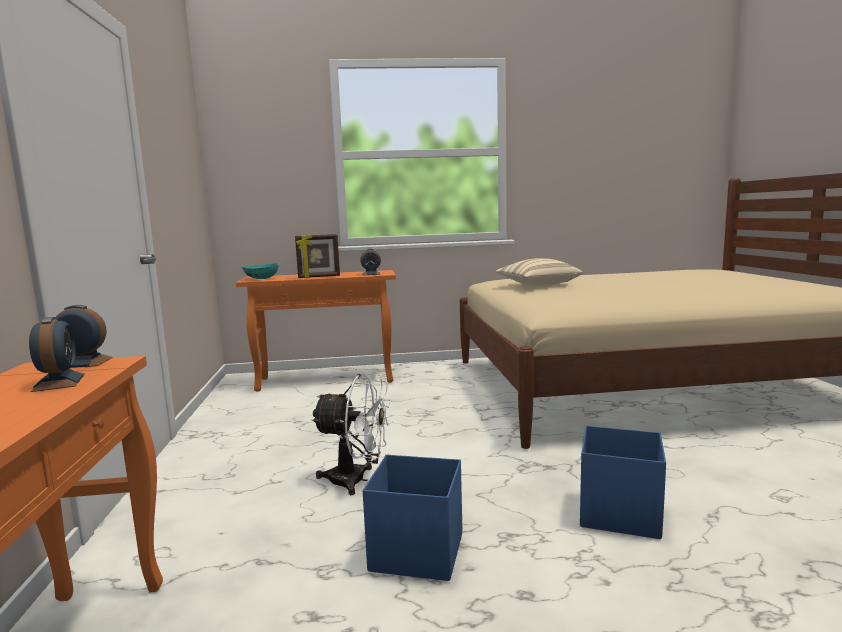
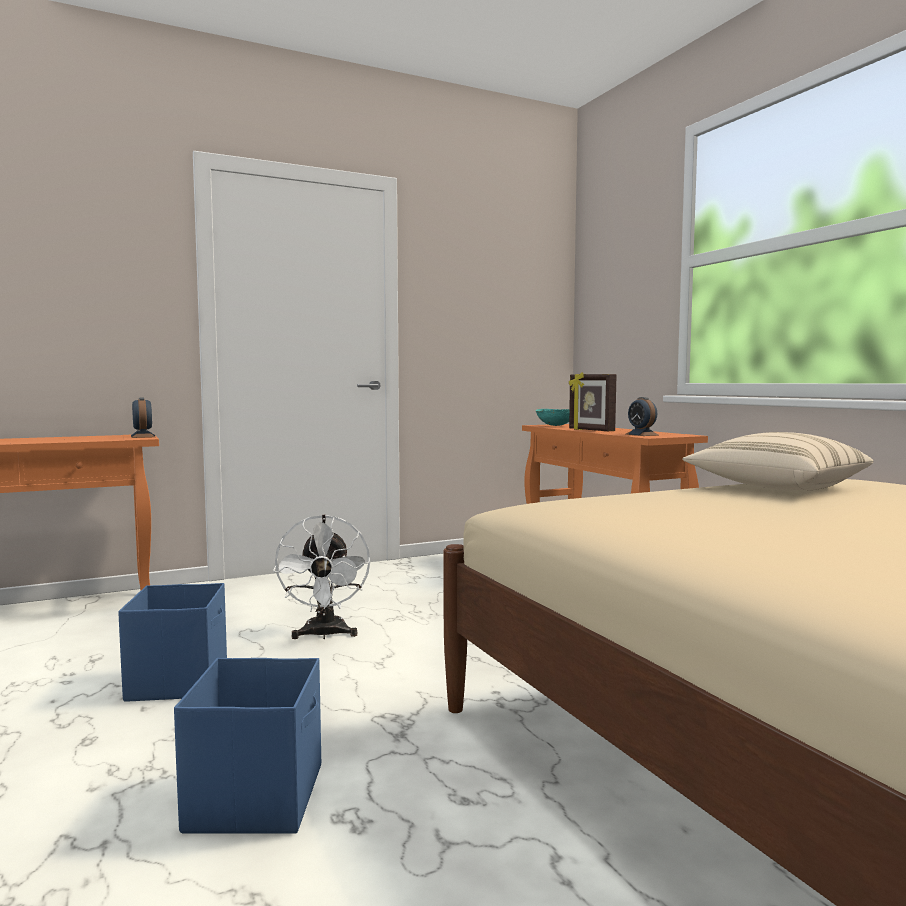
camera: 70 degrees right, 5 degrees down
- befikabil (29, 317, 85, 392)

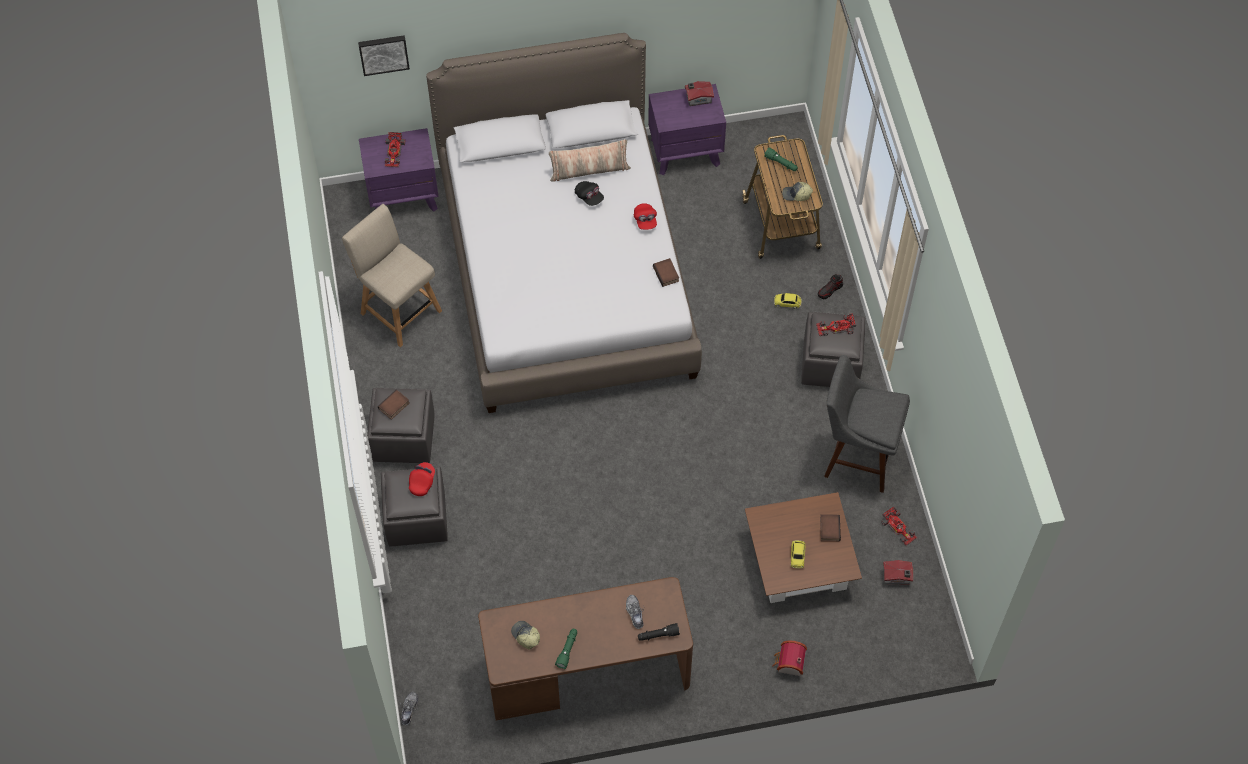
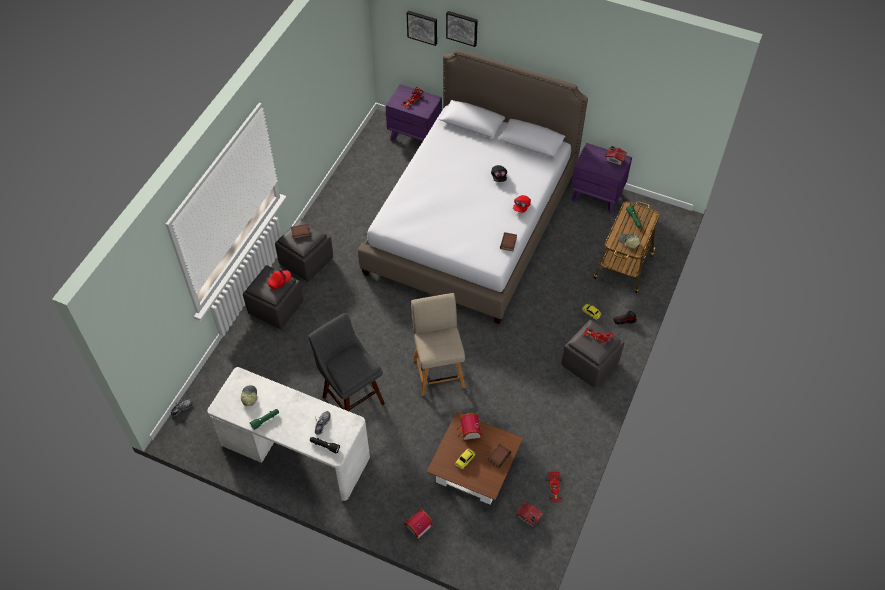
camera: 35 degrees right, 5 degrees down
- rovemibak (549, 139, 631, 182)
~ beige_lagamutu (342, 204, 442, 347) to (411, 293, 465, 396)
~ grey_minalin (824, 355, 910, 493) to (308, 313, 385, 412)
~ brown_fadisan (478, 577, 693, 720) to white_fadisan (207, 367, 370, 501)
+ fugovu (446, 11, 478, 47)
+ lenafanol (457, 413, 482, 440)

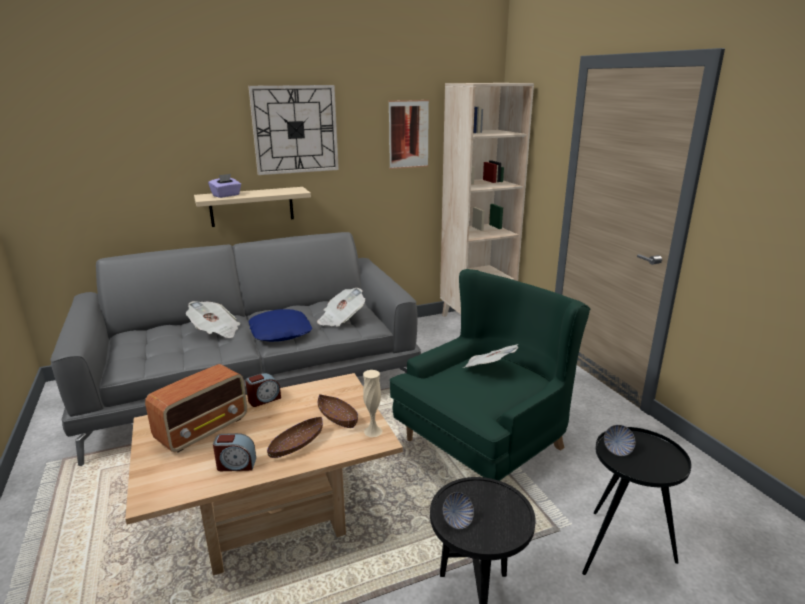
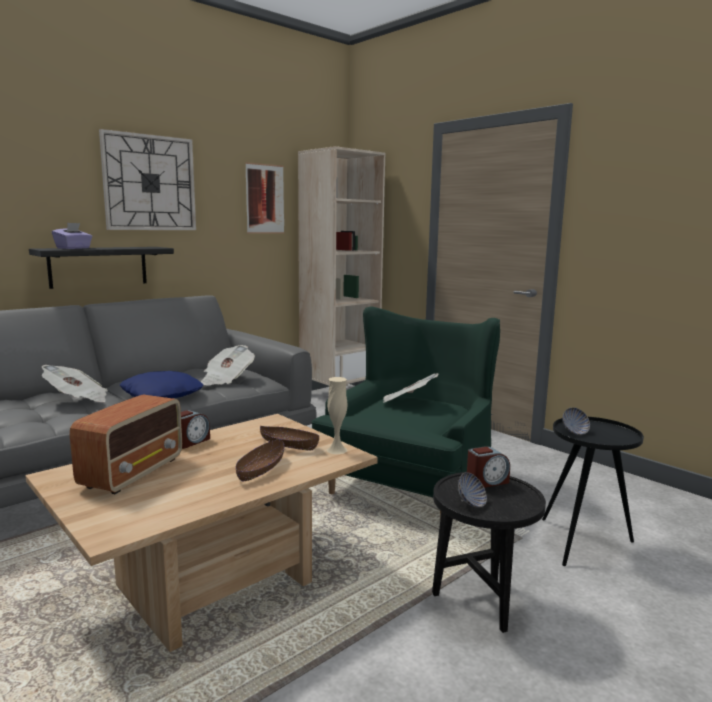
camera: 20 degrees left, 10 degrees down
~ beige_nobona (194, 187, 311, 227) to black_nobona (29, 247, 174, 289)
~ befikabil (213, 433, 256, 471) to (467, 446, 510, 488)

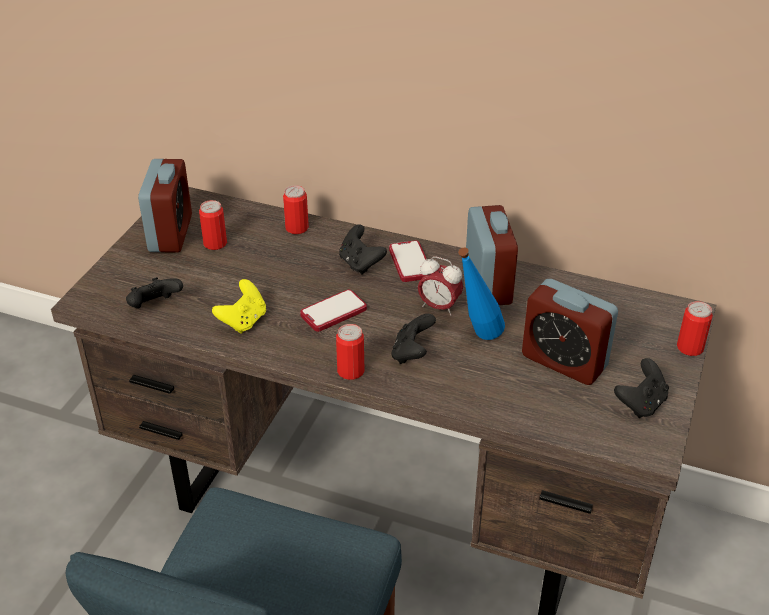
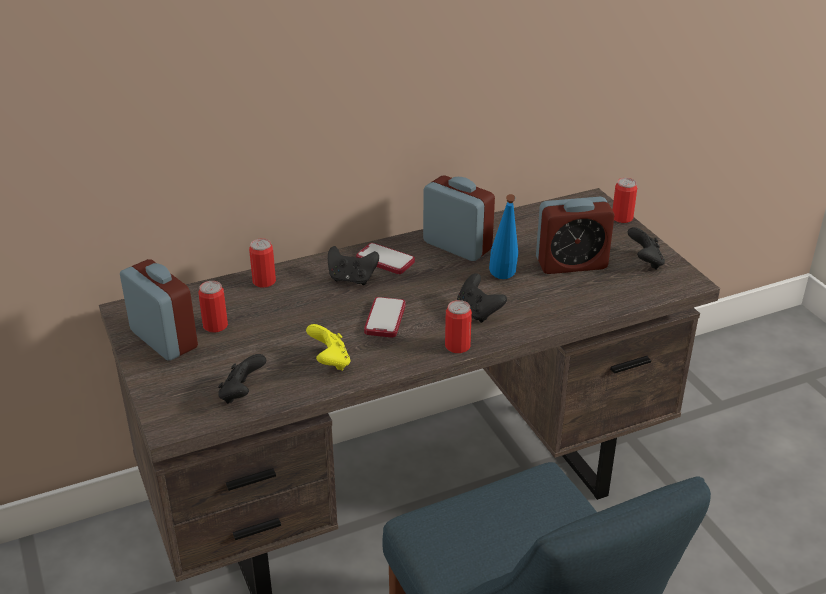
camera: 45 degrees left, 5 degrees down
- befikabil (418, 256, 463, 316)

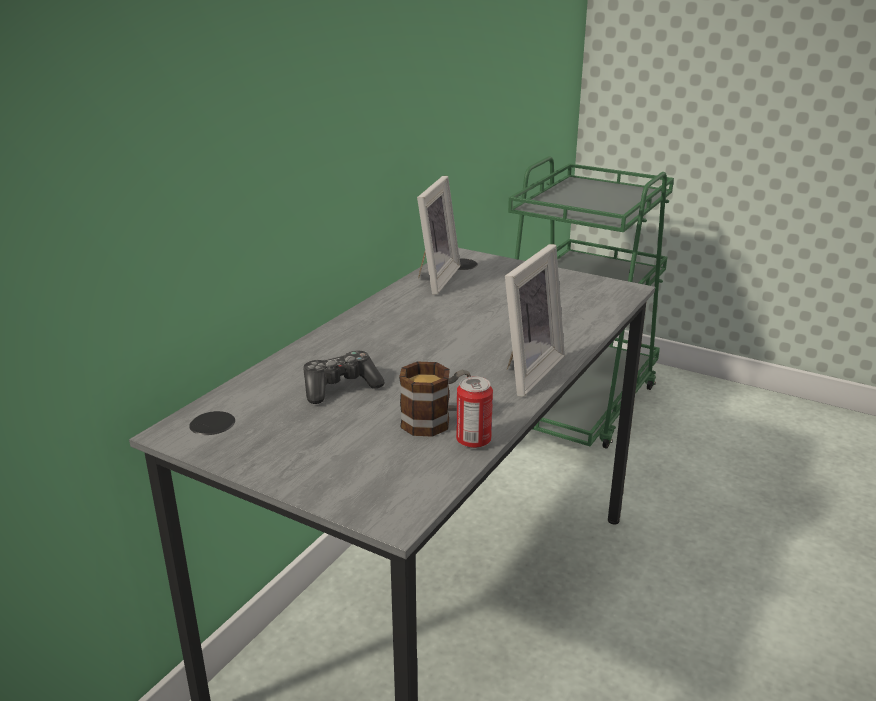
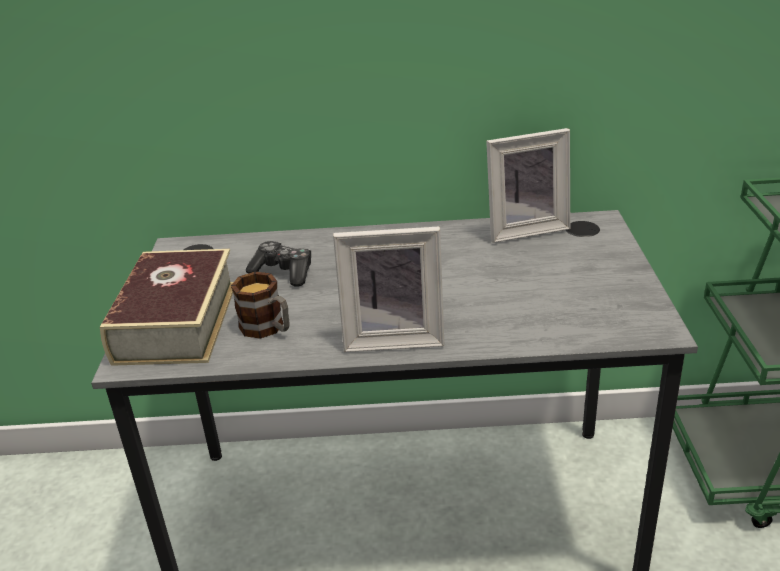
camera: 60 degrees right, 5 degrees up
- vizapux (456, 376, 493, 448)
+ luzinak (100, 249, 233, 366)

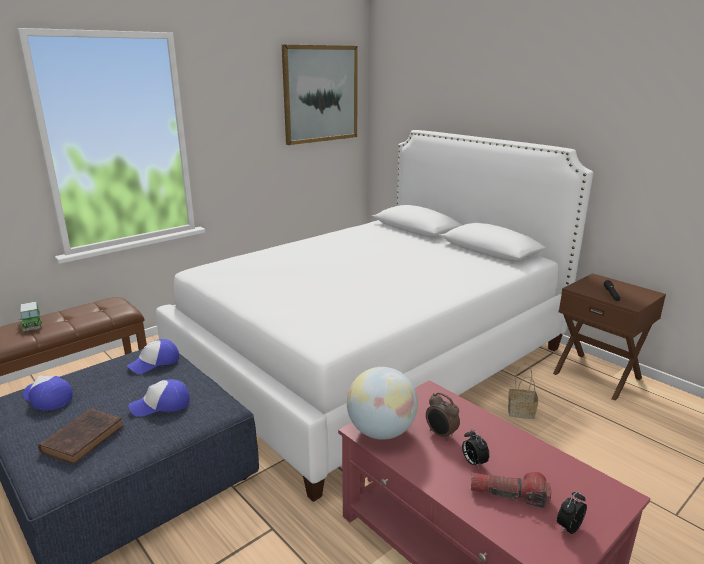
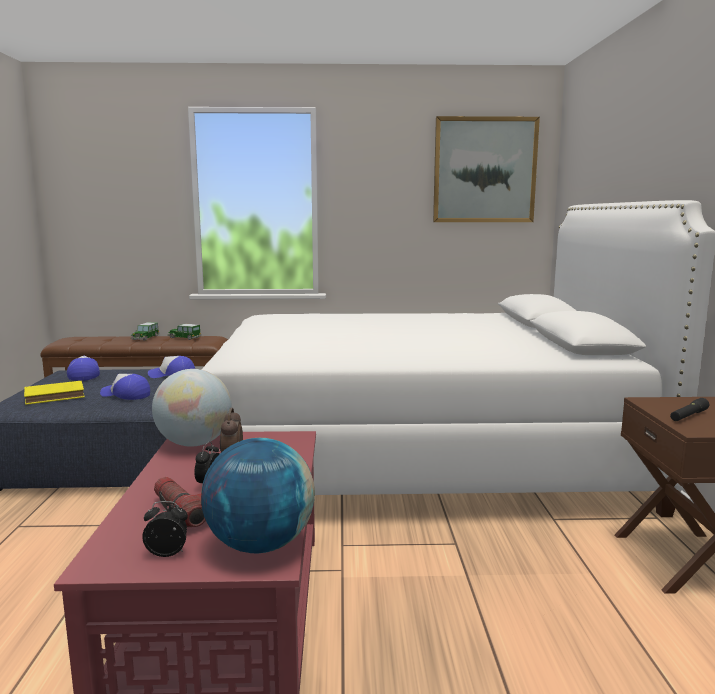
camera: 40 degrees right, 10 degrees down
- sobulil (508, 363, 538, 419)
~ brown_luzinak (38, 408, 124, 465) to yellow_luzinak (24, 381, 85, 405)
+ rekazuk (167, 324, 201, 340)
+ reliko (201, 438, 315, 553)

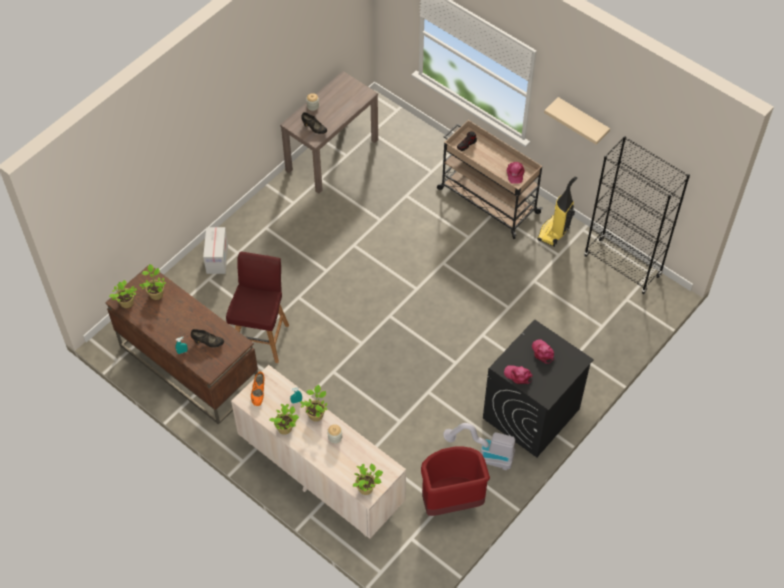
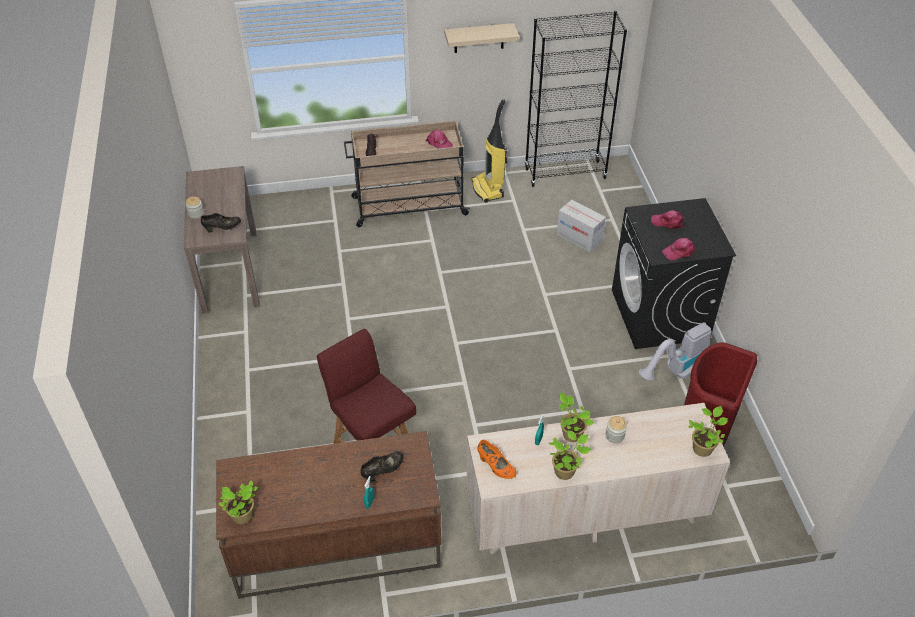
camera: 50 degrees left, 10 degrees down
~ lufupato (203, 227, 228, 274) to (557, 200, 606, 252)
- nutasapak (139, 264, 166, 300)

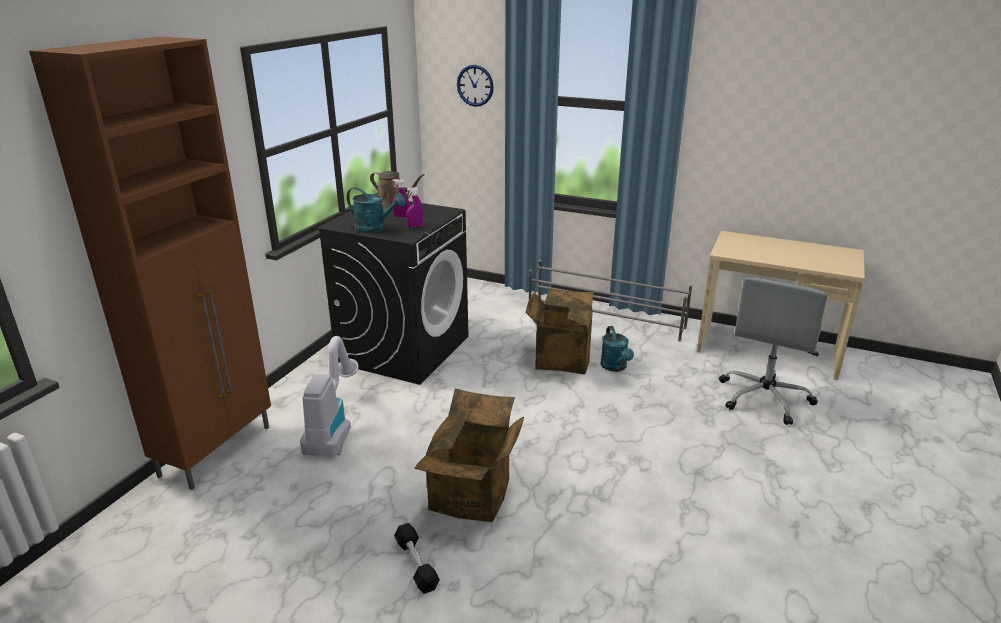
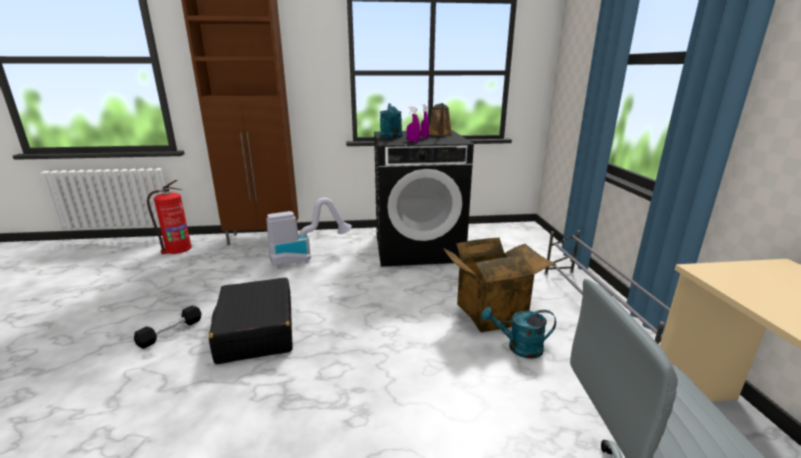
camera: 60 degrees right, 5 degrees down
- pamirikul (457, 65, 494, 107)
~ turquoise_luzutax (601, 326, 634, 372) = (481, 307, 556, 359) 45 degrees clockwise
~ lufupato (414, 388, 524, 522) to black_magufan (209, 278, 293, 364)
+ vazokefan (147, 180, 192, 254)

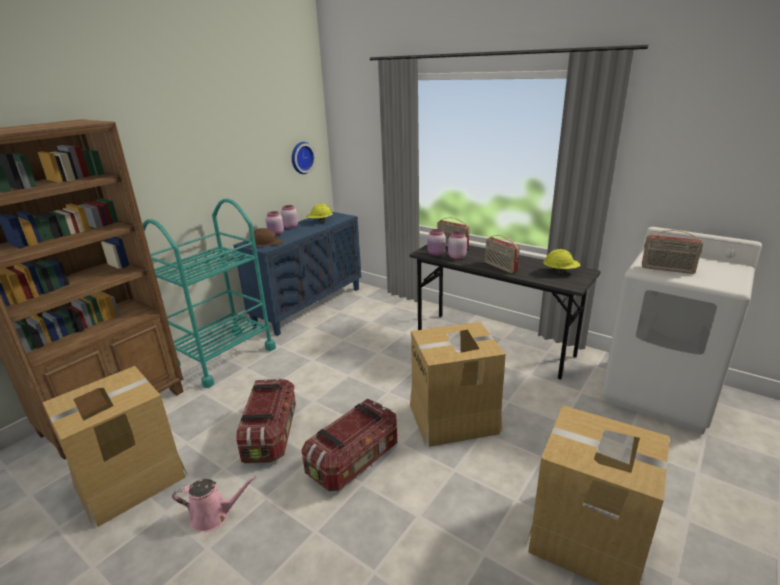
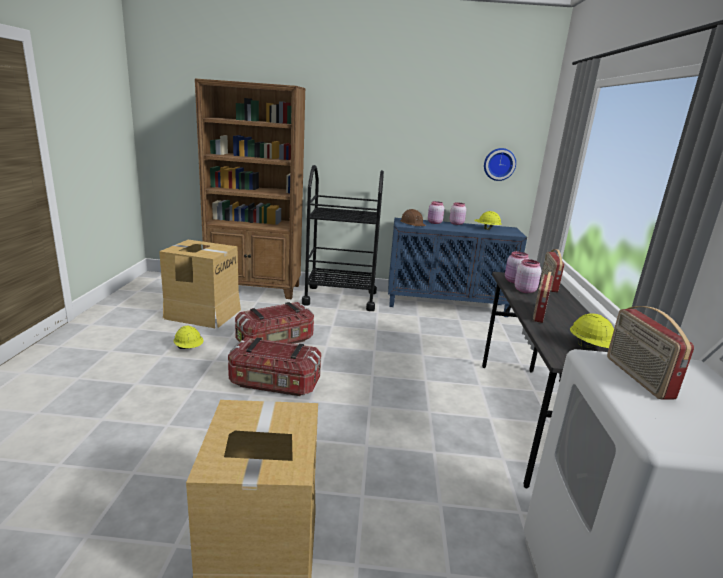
camera: 55 degrees right, 5 degrees down
~ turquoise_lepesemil (142, 199, 276, 388) to black_lepesemil (302, 165, 384, 311)
- lufupato (410, 322, 506, 447)
~ pink_luzutax (172, 476, 257, 532) to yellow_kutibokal (174, 326, 203, 349)

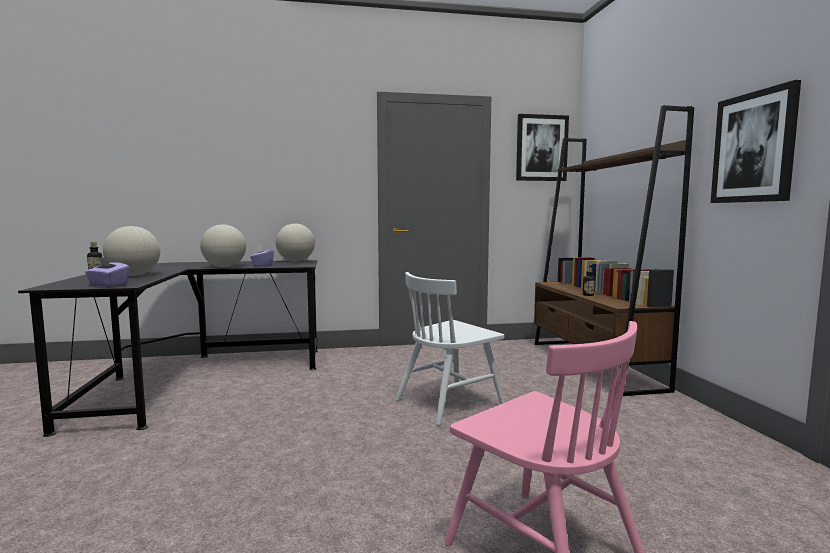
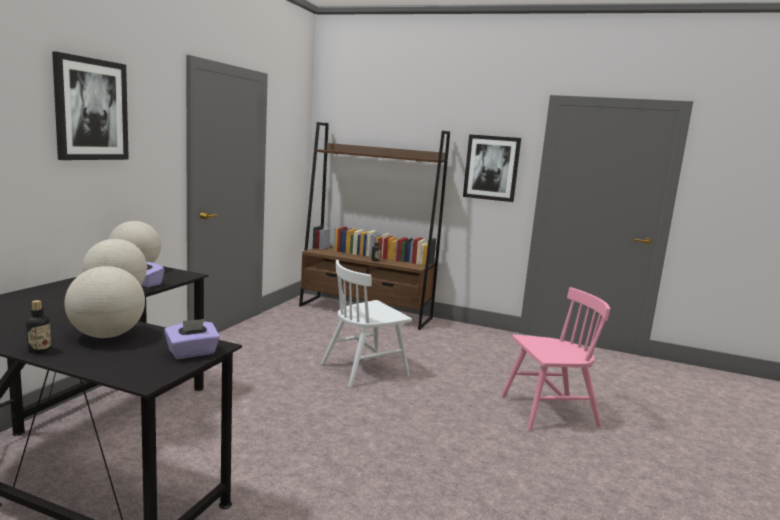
camera: 60 degrees left, 5 degrees up
~ fugovu (516, 114, 569, 181) to (52, 52, 129, 160)
~ white_lagamutu (395, 272, 505, 426) = (321, 260, 412, 387) 60 degrees clockwise

